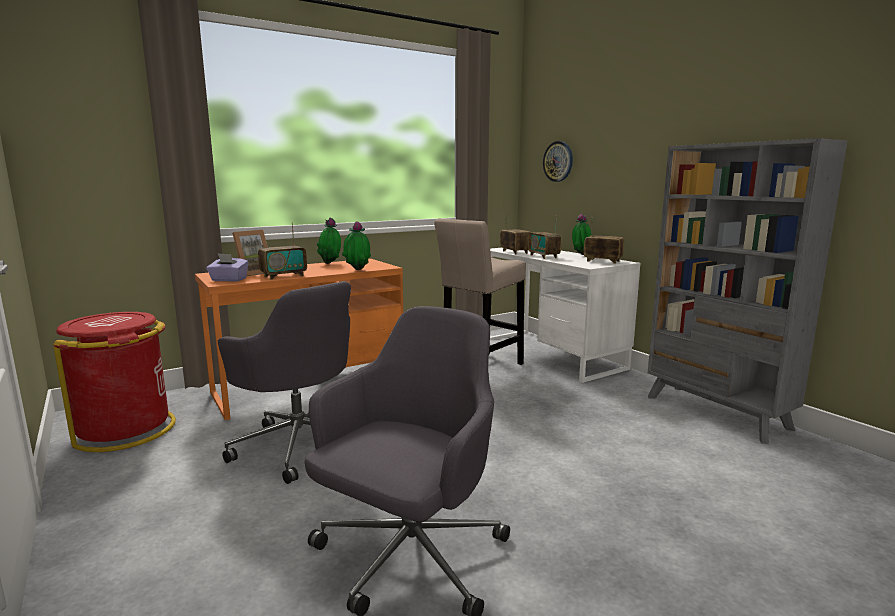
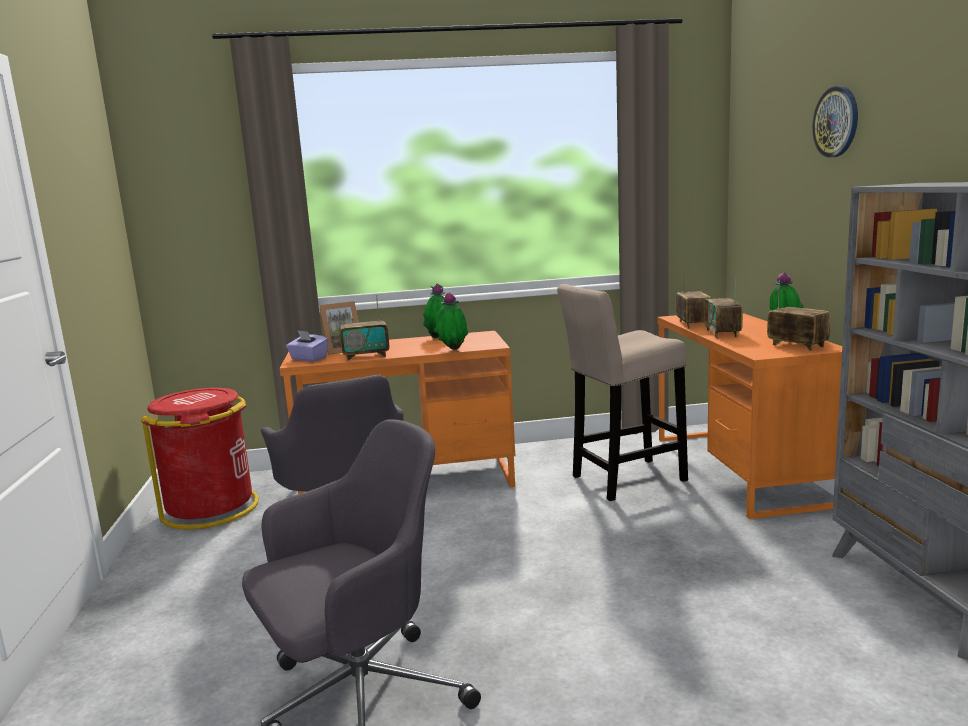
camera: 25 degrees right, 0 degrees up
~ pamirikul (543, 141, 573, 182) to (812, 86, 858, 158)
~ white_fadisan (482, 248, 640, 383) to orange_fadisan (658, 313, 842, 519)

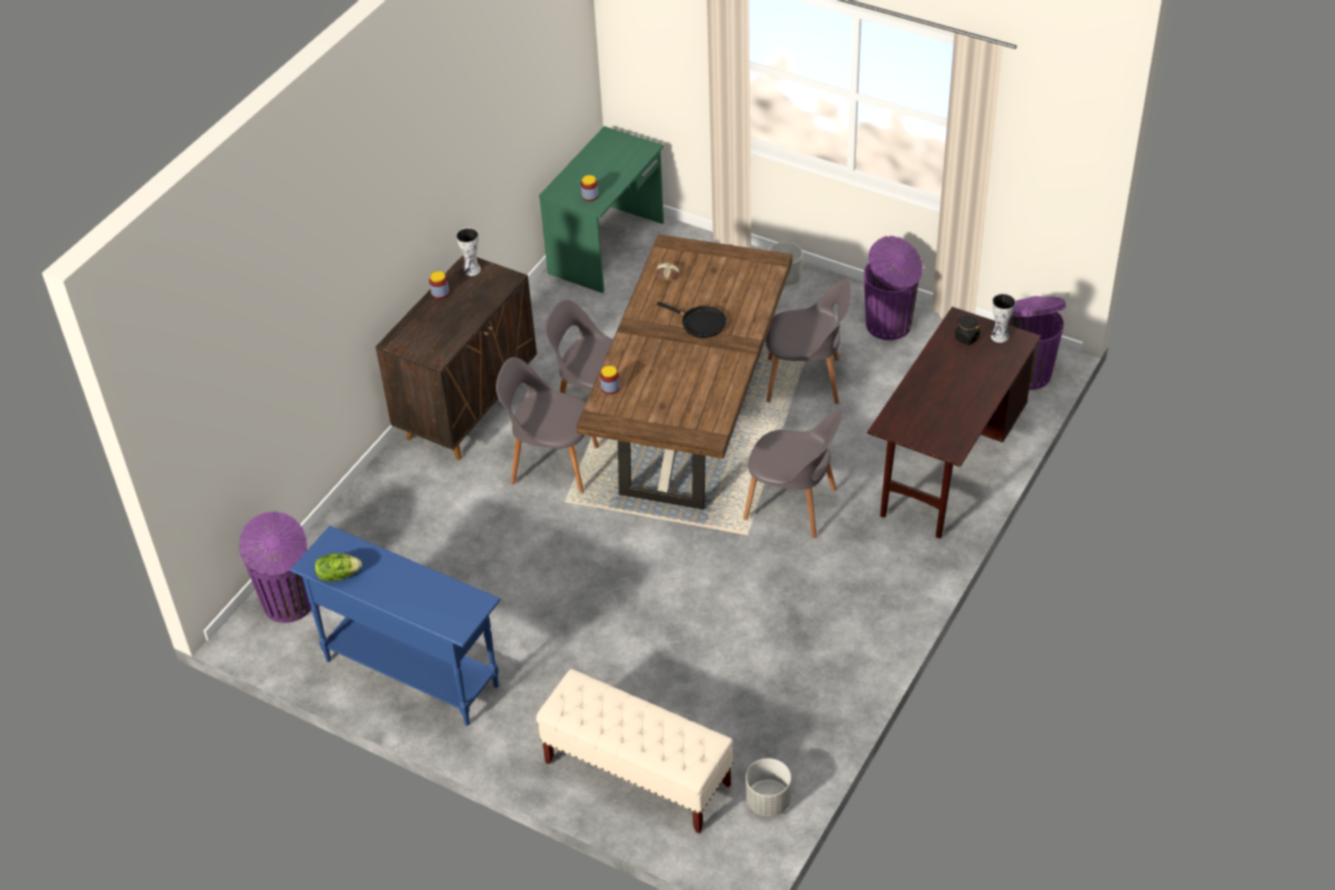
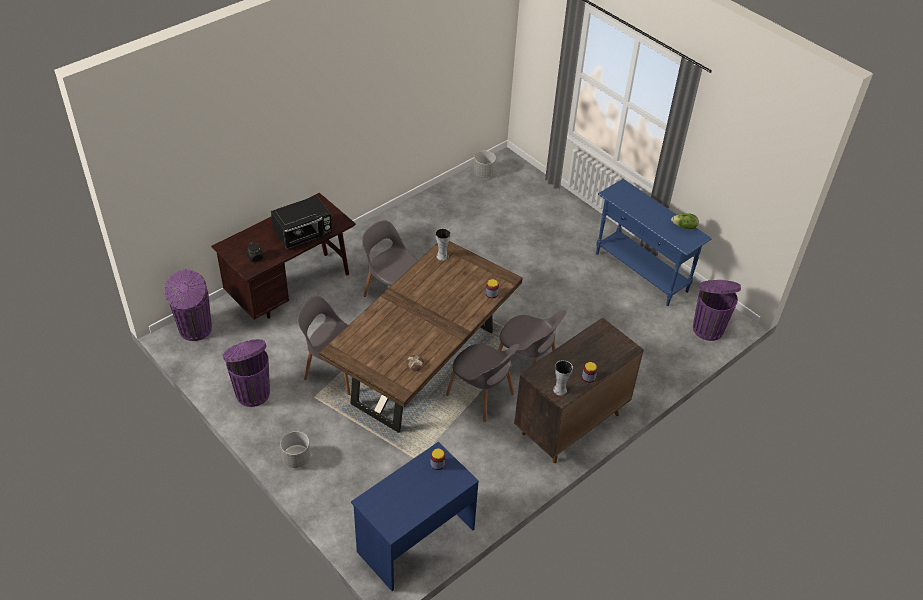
camera: 165 degrees left, 0 degrees up
~ green_fadisan (539, 126, 664, 293) to blue_fadisan (351, 442, 479, 591)
~ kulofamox (991, 293, 1016, 343) to (435, 228, 451, 261)
- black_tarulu (657, 302, 727, 338)
- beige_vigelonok (536, 669, 733, 834)
+ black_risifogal (271, 195, 332, 249)

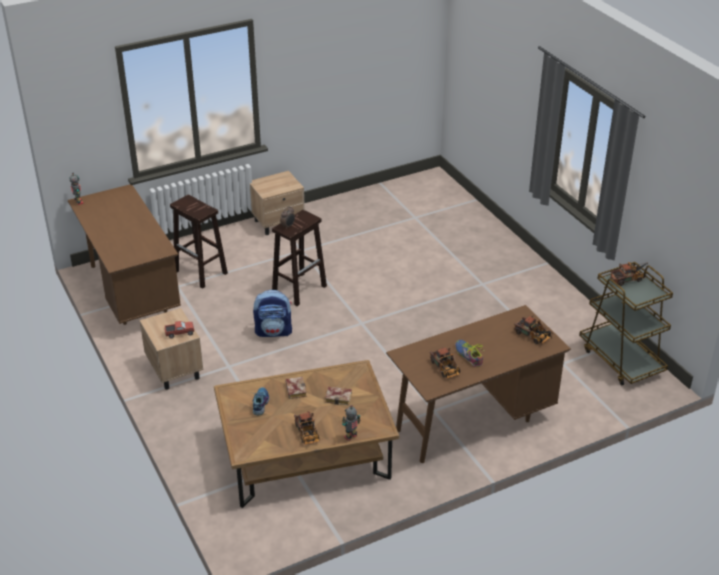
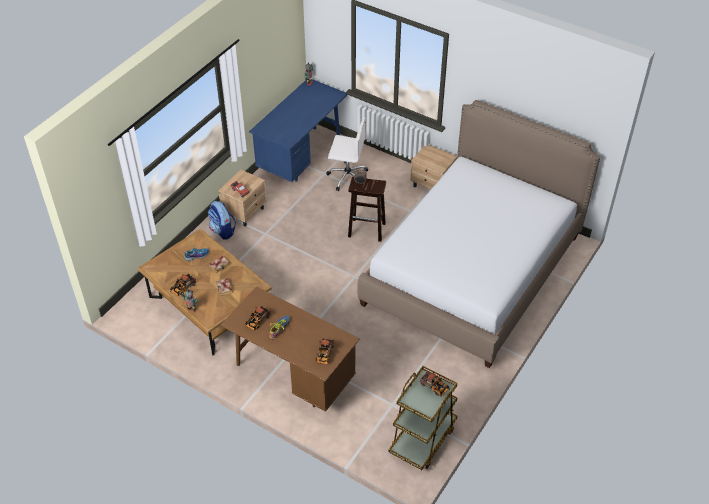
camera: 60 degrees right, 10 degrees up
~ brown_fadisan (68, 184, 181, 325) to blue_fadisan (249, 79, 347, 182)
~ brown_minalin (170, 195, 228, 289) to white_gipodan (326, 117, 368, 191)
~ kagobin (253, 290, 292, 337) to (208, 201, 236, 240)
+ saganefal (357, 100, 600, 368)

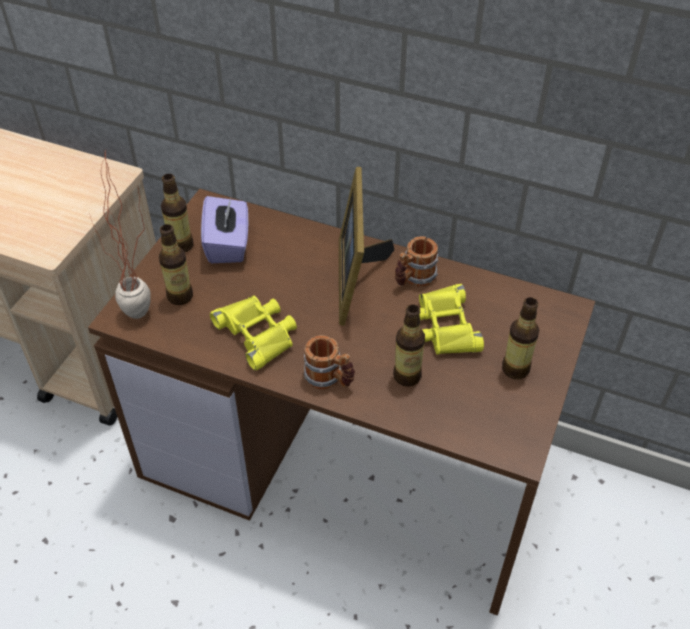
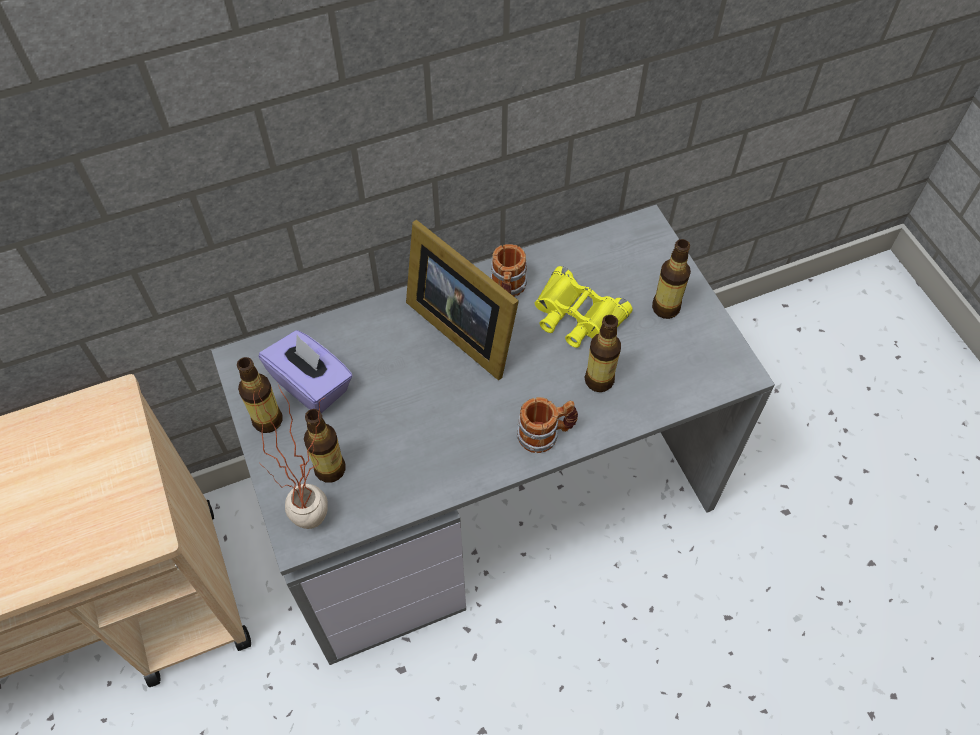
camera: 45 degrees left, 10 degrees up
~ brown_fadisan (88, 189, 595, 615) to grey_fadisan (211, 205, 775, 665)
- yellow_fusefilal (210, 296, 297, 371)

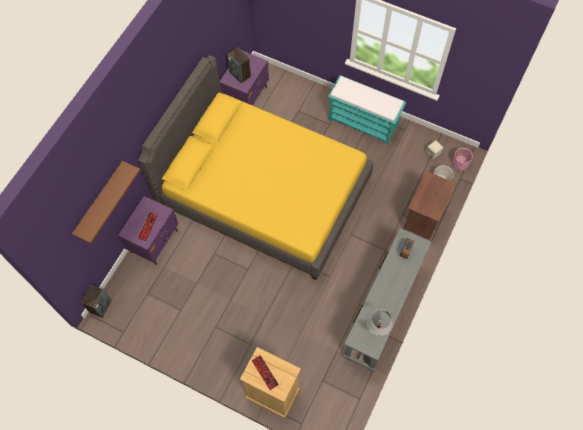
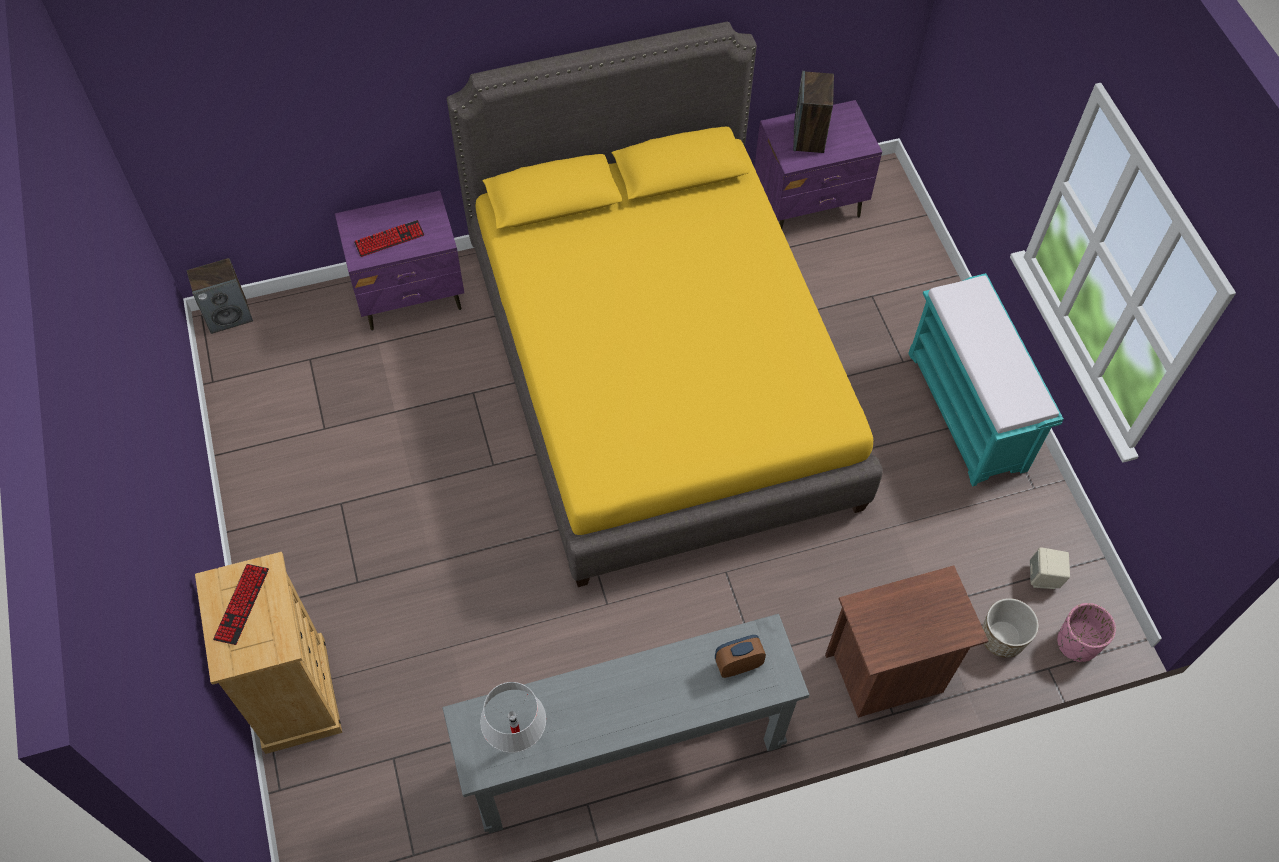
camera: 45 degrees right, 5 degrees down
- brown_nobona (72, 161, 140, 244)

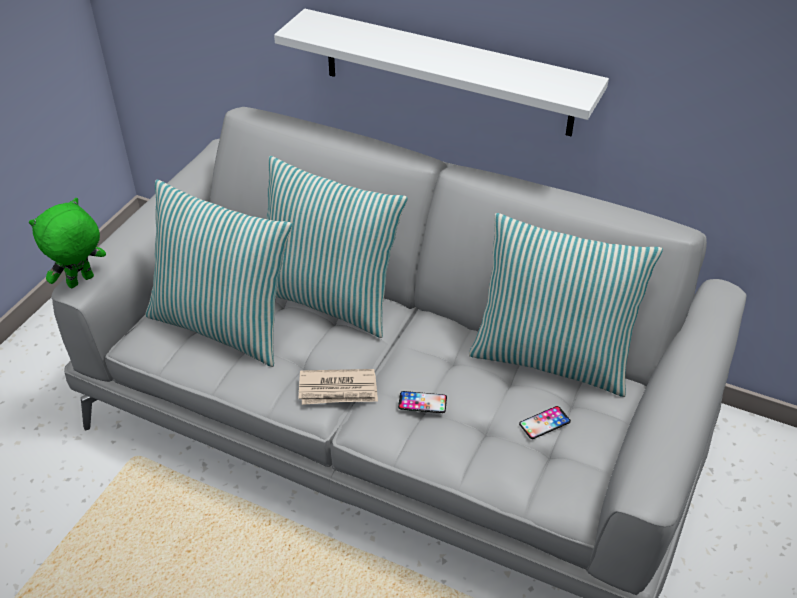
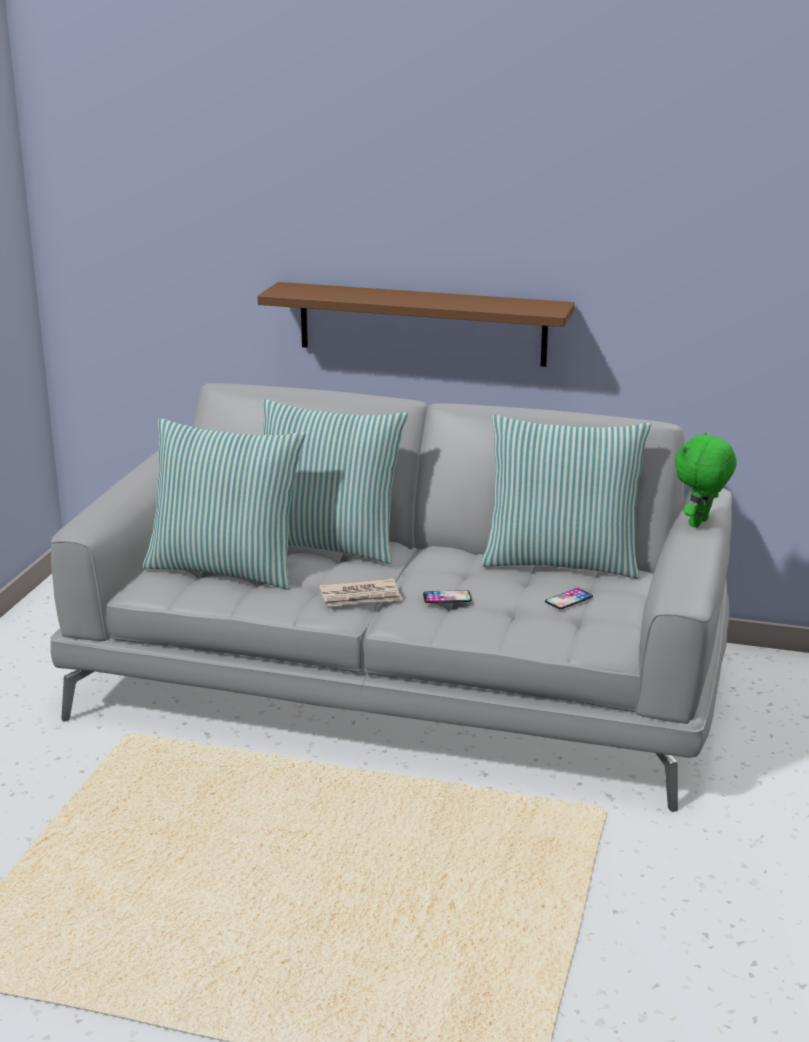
camera: 10 degrees left, 20 degrees down
~ white_nobona (274, 9, 609, 136) to brown_nobona (258, 282, 575, 367)
~ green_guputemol (29, 198, 106, 288) to (675, 432, 737, 528)

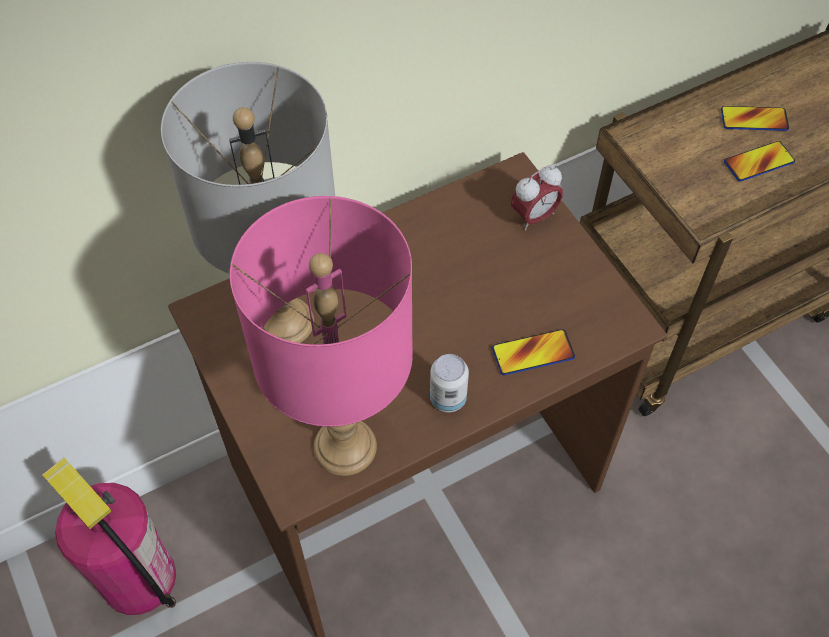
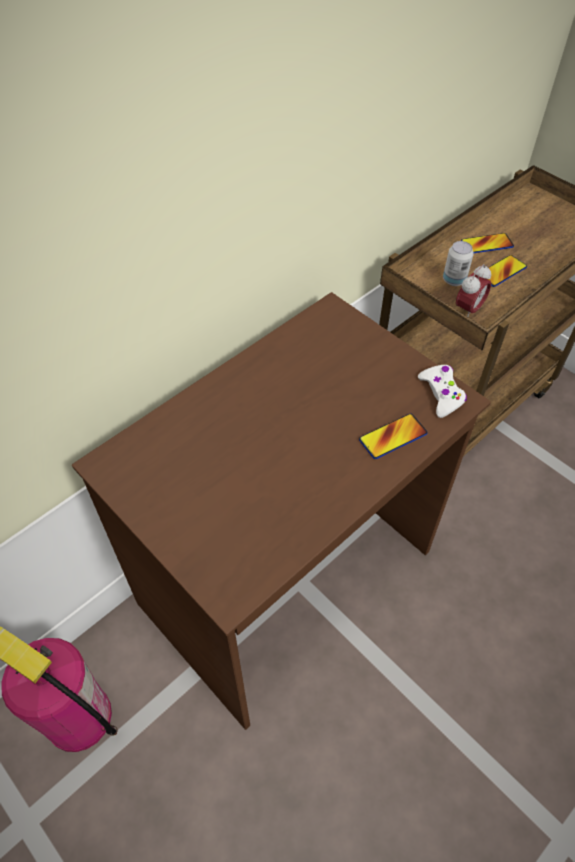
camera: 15 degrees left, 5 degrees down
- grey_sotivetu (161, 62, 335, 343)
~ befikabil (511, 166, 563, 230) to (456, 264, 491, 317)
- pink_sotivetu (230, 196, 413, 476)
~ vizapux (430, 354, 469, 412) to (443, 241, 474, 286)
+ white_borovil (418, 365, 467, 418)

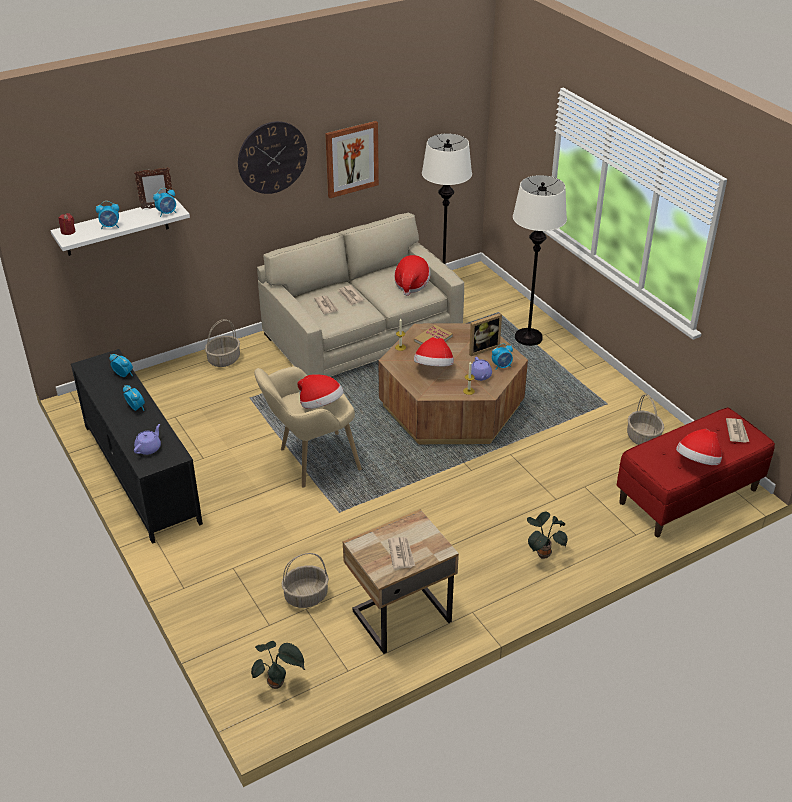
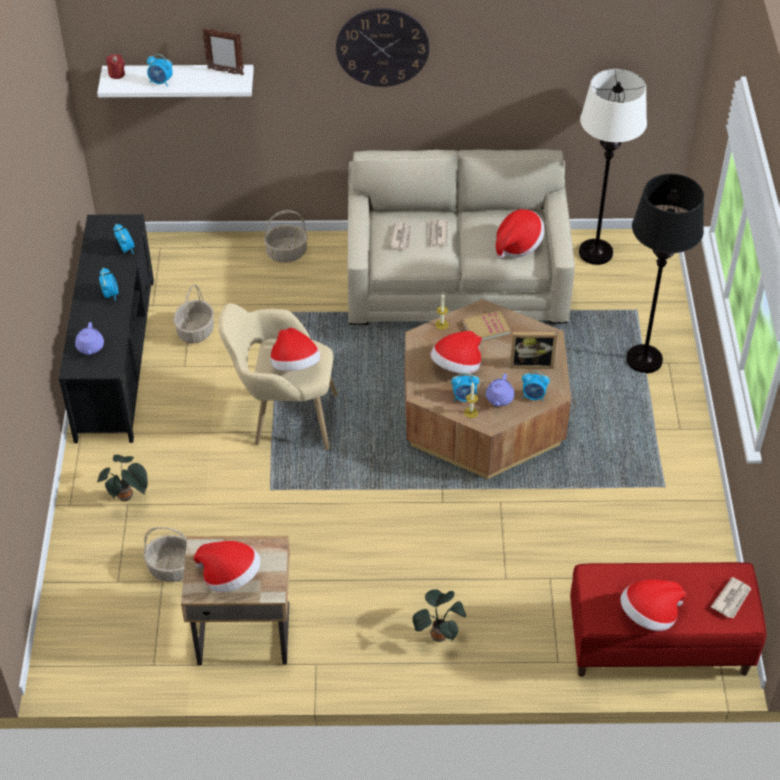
camera: 30 degrees right, 10 degrees up
- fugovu (325, 121, 379, 198)
~ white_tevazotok (513, 175, 567, 346) to black_tevazotok (626, 174, 704, 373)
~ befikabil (153, 188, 176, 217) to (451, 373, 479, 402)
~ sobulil (627, 394, 664, 445) to (173, 284, 214, 343)
~ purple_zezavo (134, 424, 161, 455) = (75, 322, 104, 355) 120 degrees clockwise
~ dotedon (388, 537, 415, 569) to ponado (193, 541, 261, 592)
~ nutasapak (251, 641, 305, 689) to (97, 455, 148, 502)

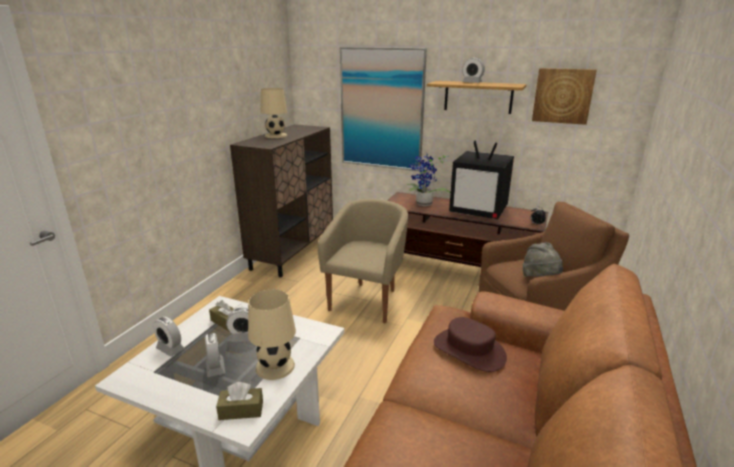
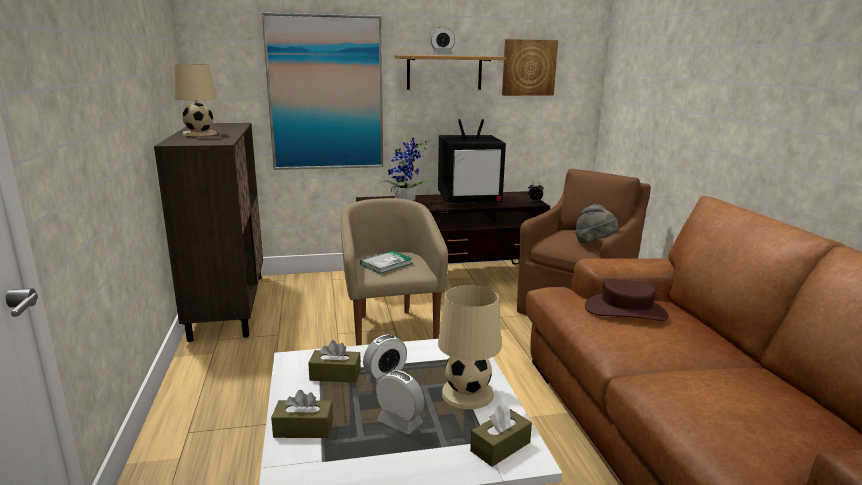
camera: 35 degrees left, 5 degrees down
~ befikabil (153, 317, 185, 357) to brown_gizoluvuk (271, 390, 333, 438)
+ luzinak (360, 251, 413, 274)

